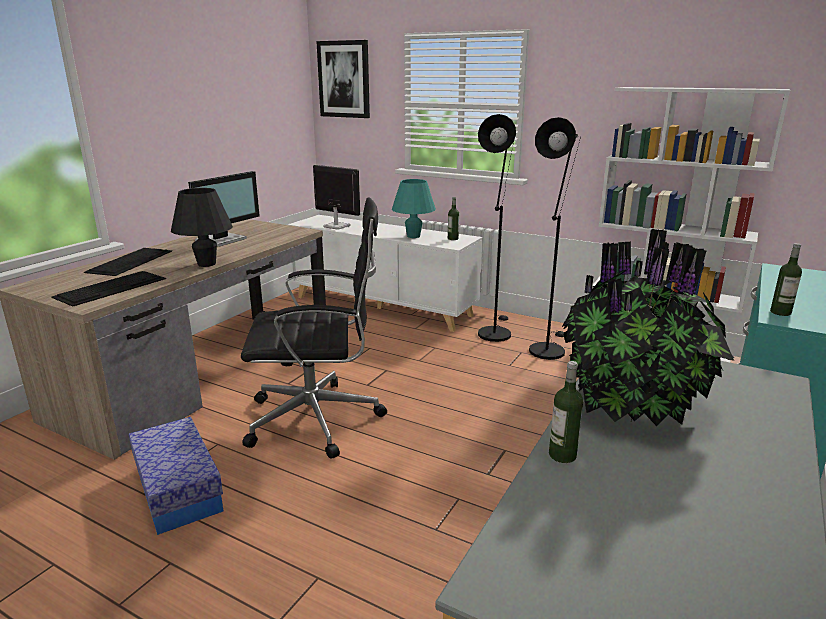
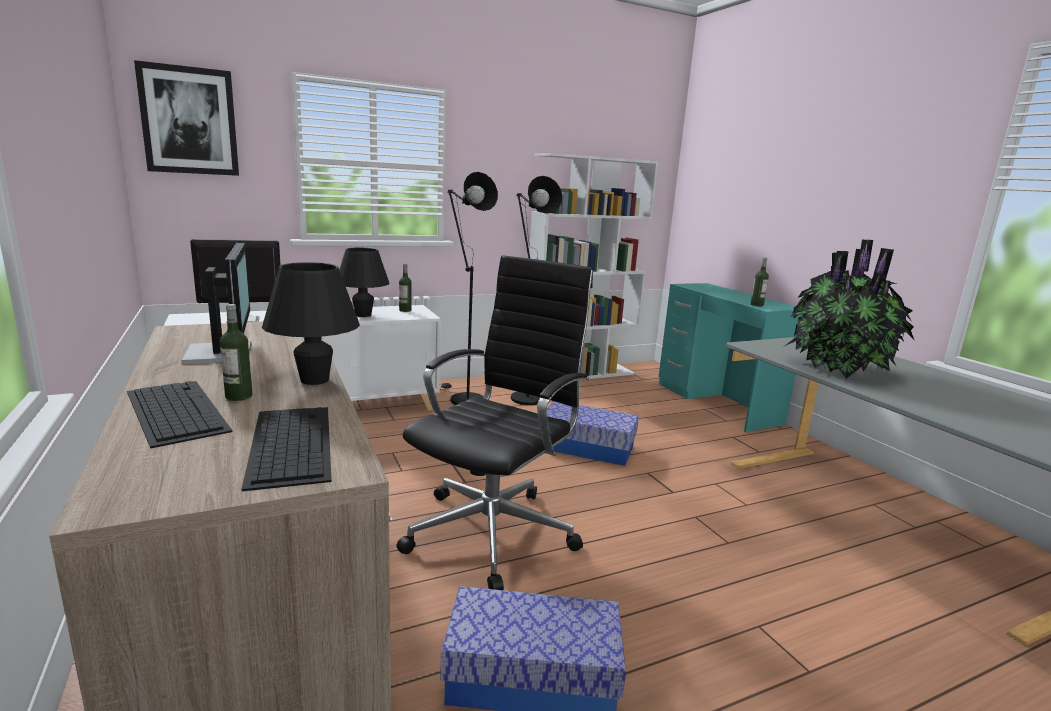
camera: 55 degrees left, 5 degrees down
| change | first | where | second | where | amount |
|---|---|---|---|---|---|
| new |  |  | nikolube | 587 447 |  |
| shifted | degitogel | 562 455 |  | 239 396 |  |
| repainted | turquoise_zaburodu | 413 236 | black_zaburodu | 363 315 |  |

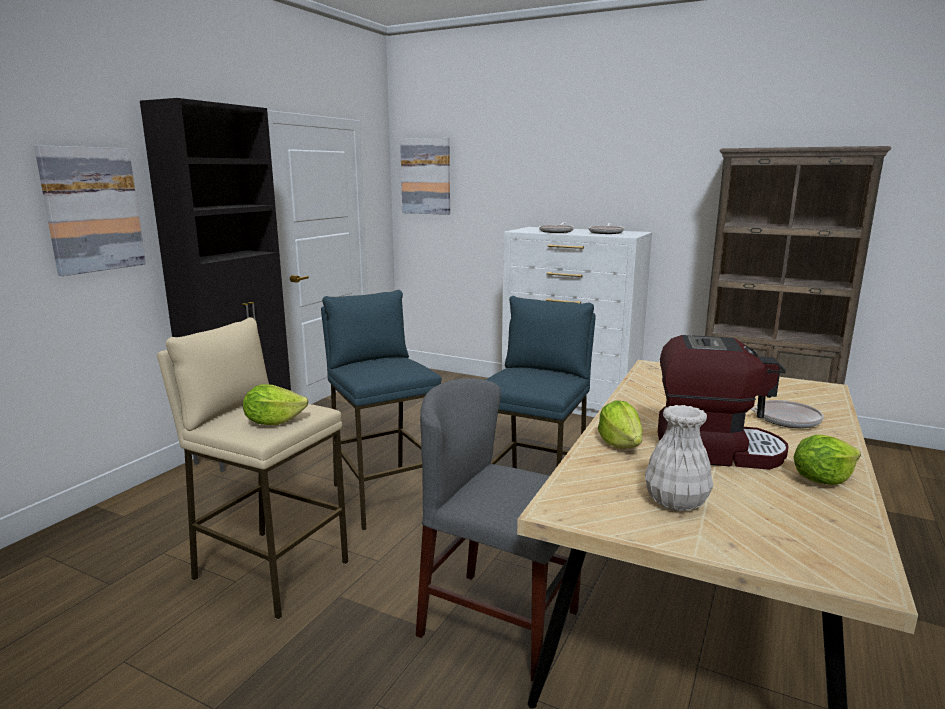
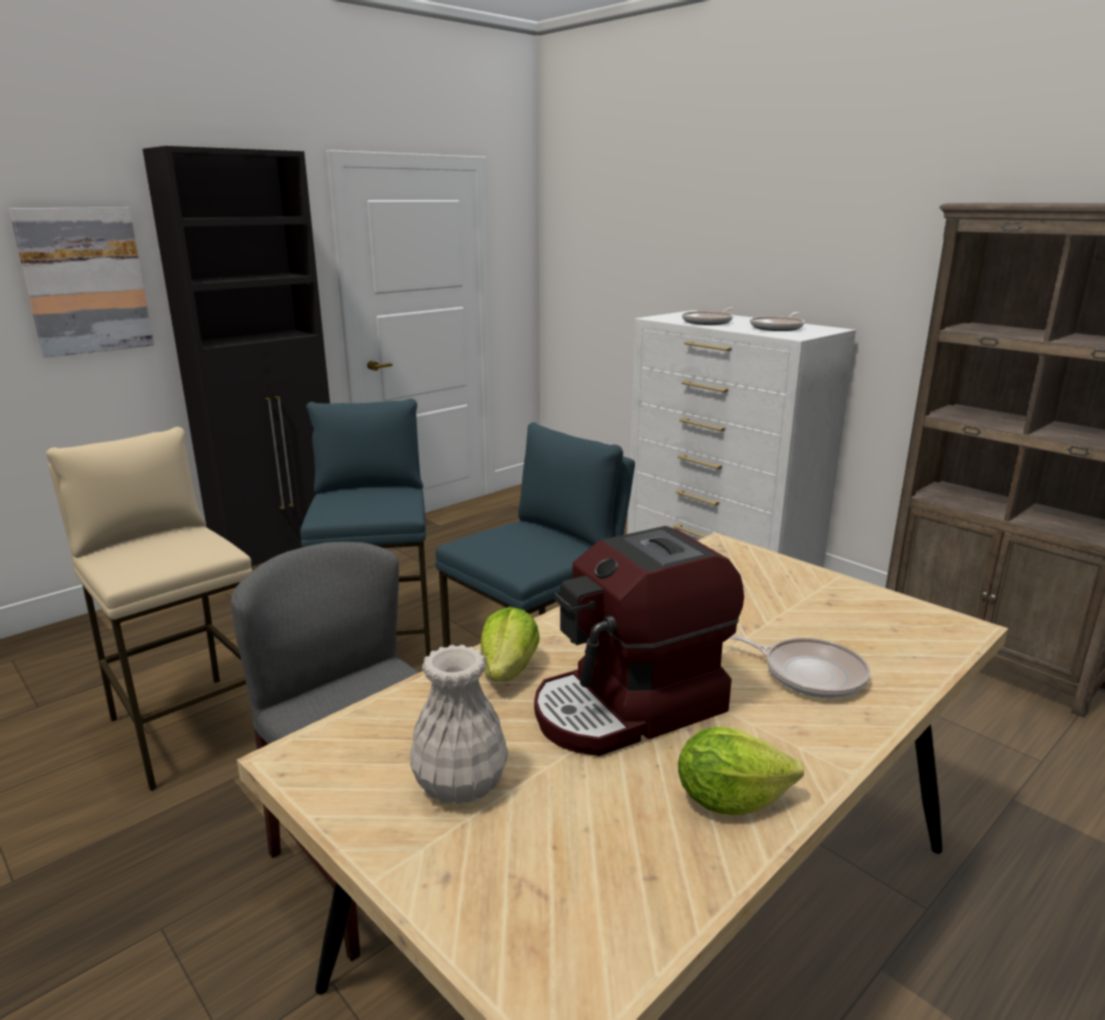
camera: 20 degrees right, 5 degrees up
| change | first | where | second | where | amount |
|---|---|---|---|---|---|
| gone | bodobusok | 273 422 |  |  |  |
| gone | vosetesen | 426 176 |  |  |  |
| rotated | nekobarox | 715 450 |  | 630 708 | 120 degrees clockwise |

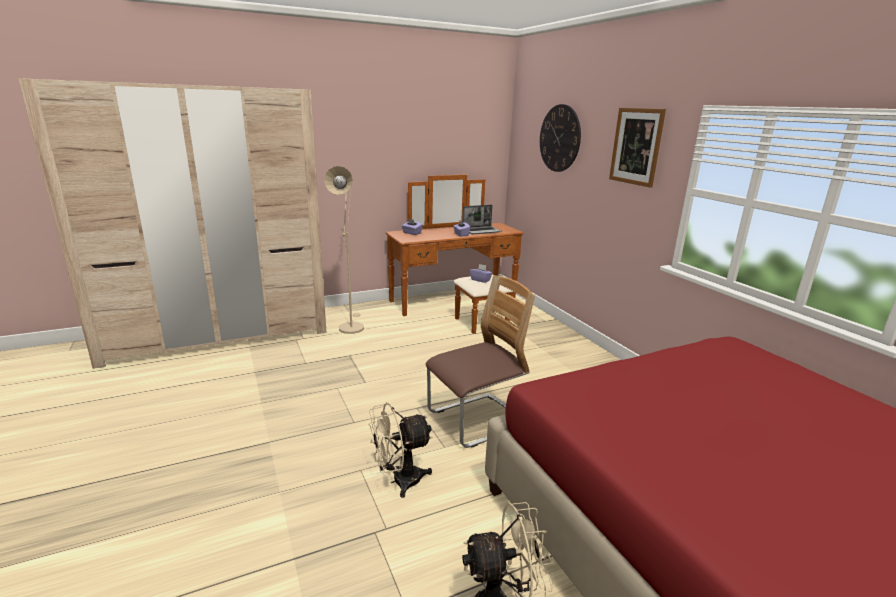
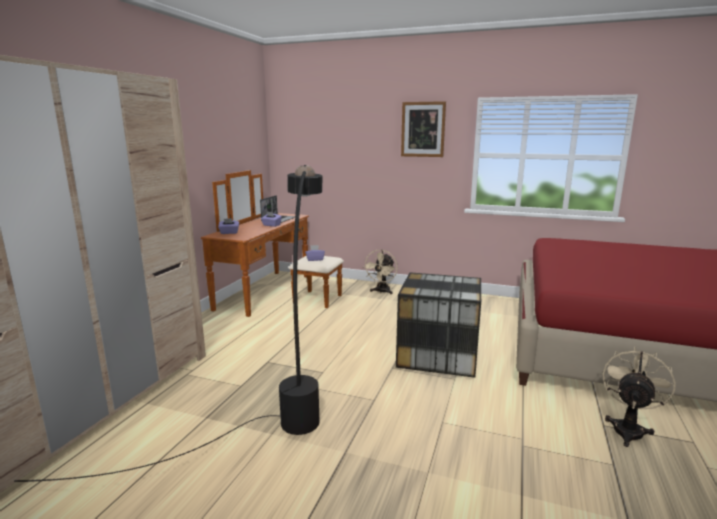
camera: 45 degrees left, 5 degrees down
| change | first | where | second | where | amount |
|---|---|---|---|---|---|
| gone | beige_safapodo | 351 326 |  |  |  |
| gone | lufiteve | 560 138 |  |  |  |
| new |  |  | black_safapodo | 283 397 |  |
| shifted | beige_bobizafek | 399 481 |  | 381 292 |  |
| swapped | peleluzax | 476 421 | nikolube | 439 355 |  |

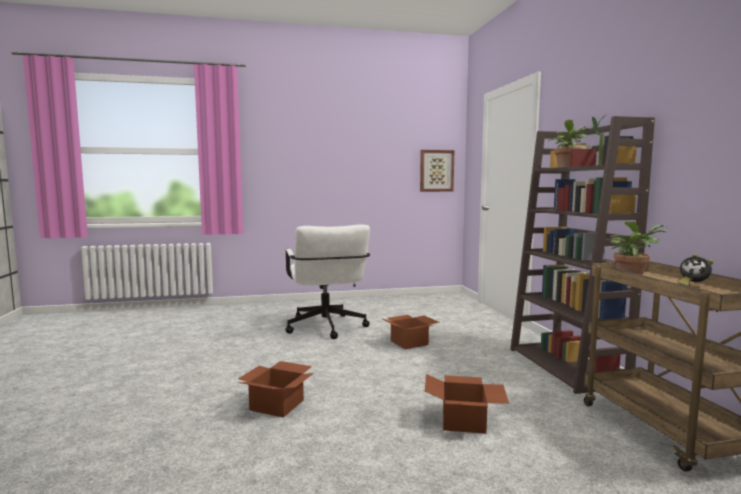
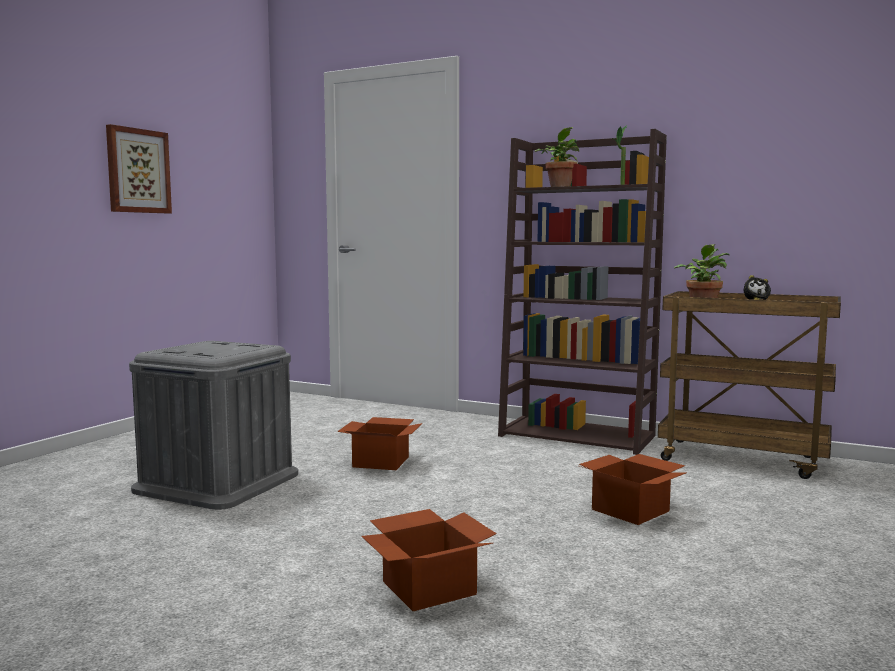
camera: 50 degrees left, 0 degrees up
| change | first | where | second | where | amount |
|---|---|---|---|---|---|
| shifted | vosetesen | 436 171 |  | 137 171 |  |
| swapped | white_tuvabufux | 327 329 | grey_nikolube | 217 482 |  |

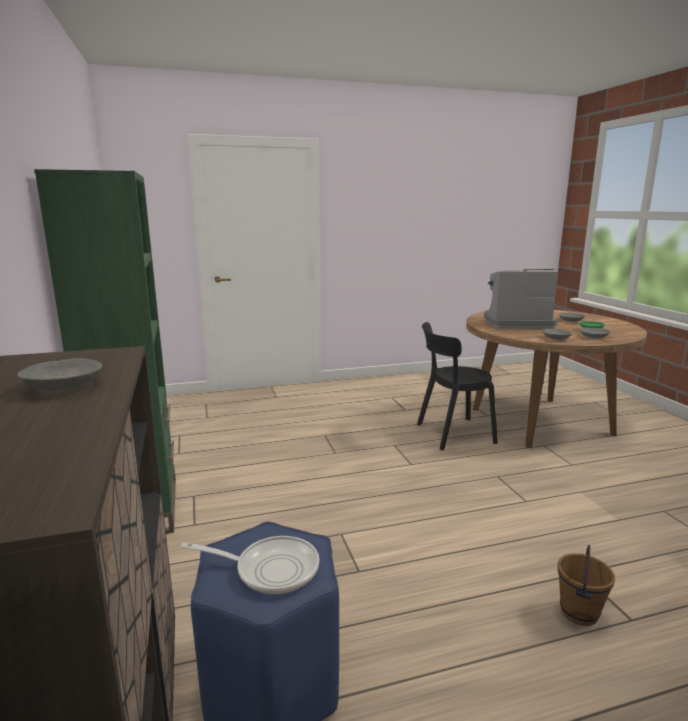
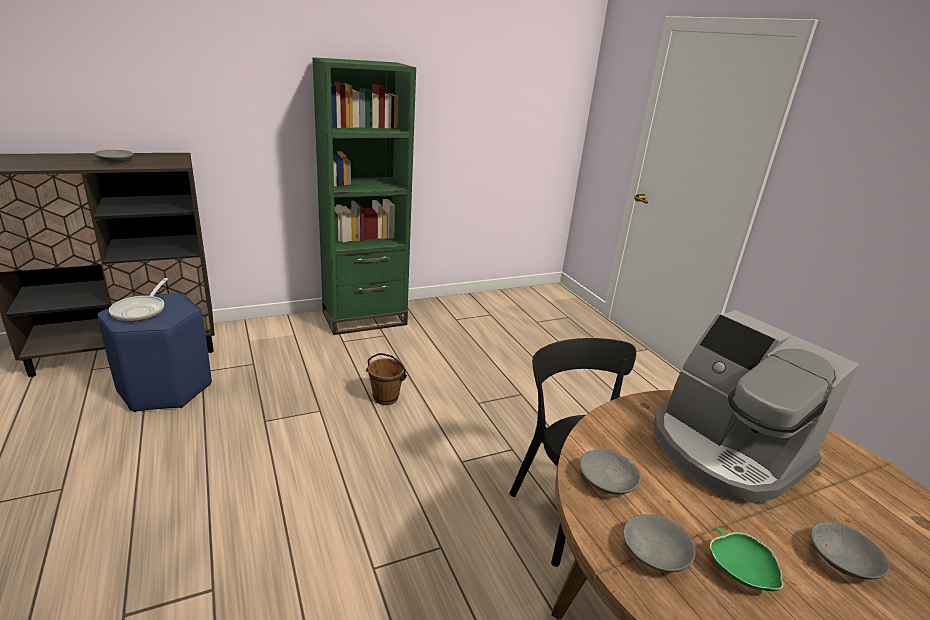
camera: 80 degrees right, 10 degrees up
| change | first | where | second | where | amount |
|---|---|---|---|---|---|
| shifted | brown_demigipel | 579 613 |  | 385 398 |  |
| rotated | nekobarox | 516 323 |  | 725 451 | 150 degrees clockwise |

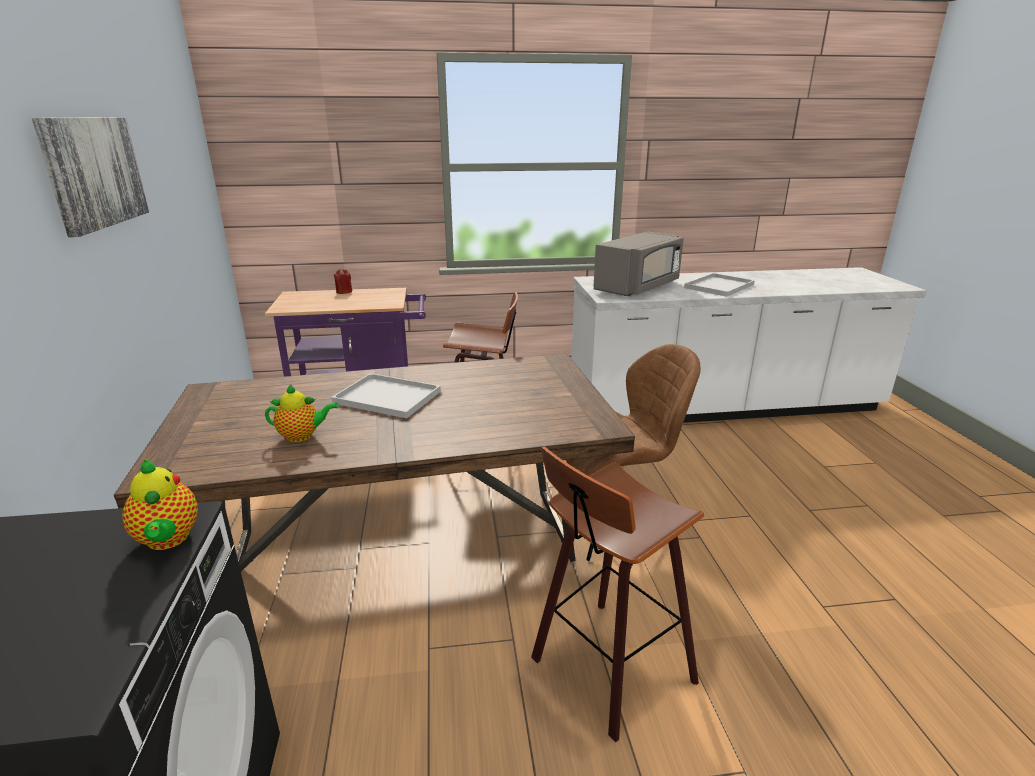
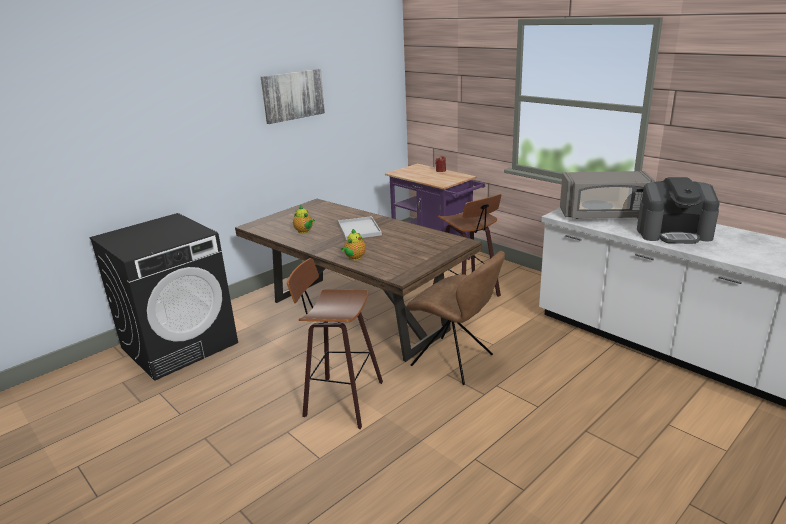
camera: 55 degrees right, 0 degrees up
| change | first | where | second | where | amount |
|---|---|---|---|---|---|
| shifted | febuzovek | 168 540 |  | 354 258 |  |
| swapped | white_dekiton | 719 286 | nekobarox | 673 233 |  |

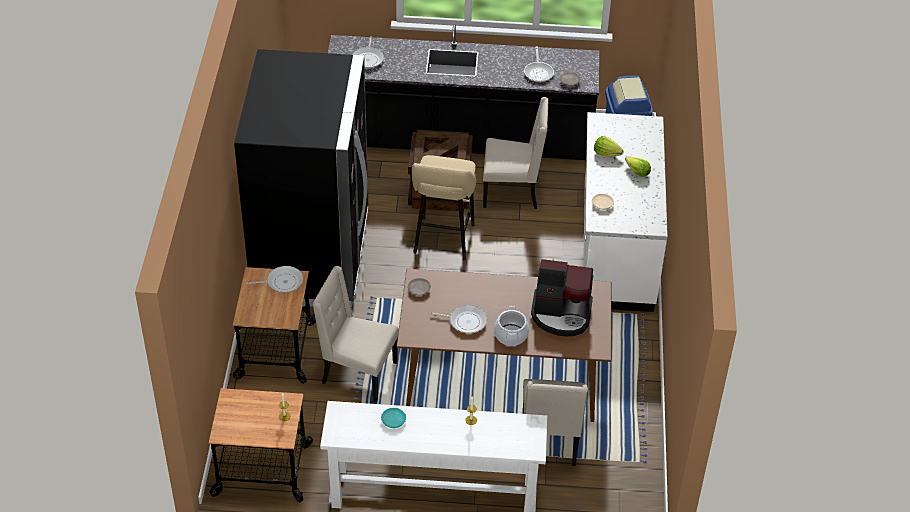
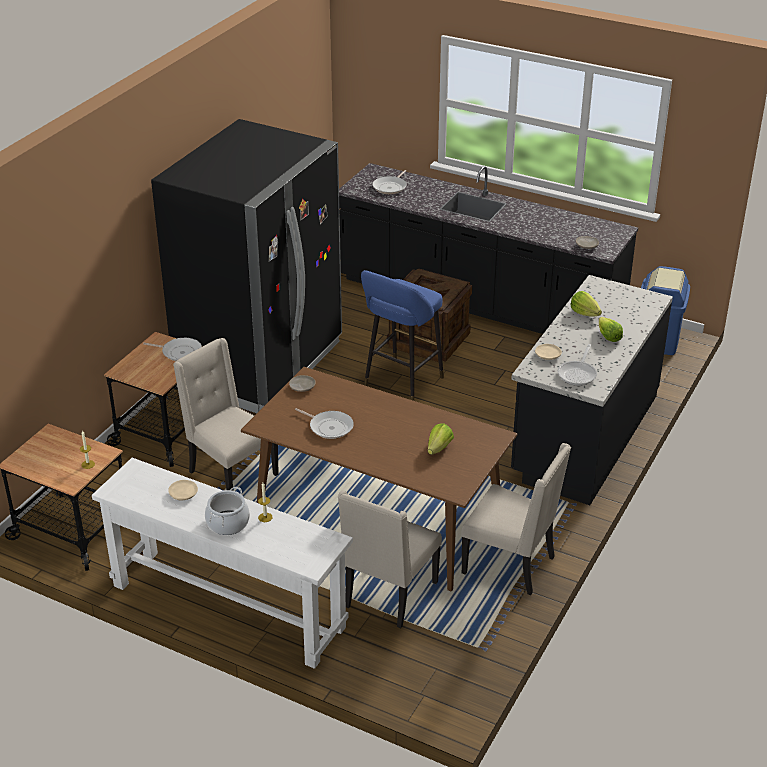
camera: 25 degrees right, 10 degrees down
| change | first | where | second | where | amount |
|---|---|---|---|---|---|
| shifted | beige_peleluzax | 512 192 |  | 511 565 |  |
| shifted | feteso | 511 335 |  | 227 523 |  |
| shifted | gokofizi | 538 72 |  | 578 374 |  |
| swapped | nekobarox | 561 314 | bodobusok | 439 448 |  |
| repainted | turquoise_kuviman | 393 420 | beige_kuviman | 183 494 |  |
| repainted | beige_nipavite | 443 242 | blue_nipavite | 401 384 |  |
| repainted | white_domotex | 615 248 | black_domotex | 584 435 |  |

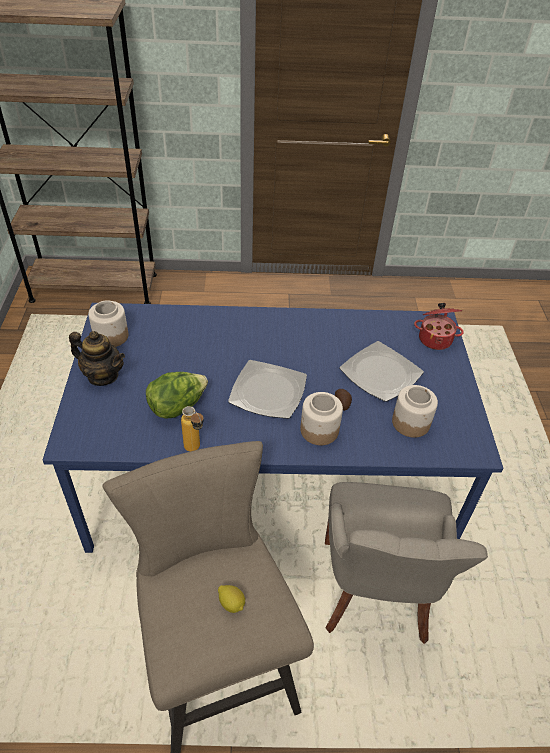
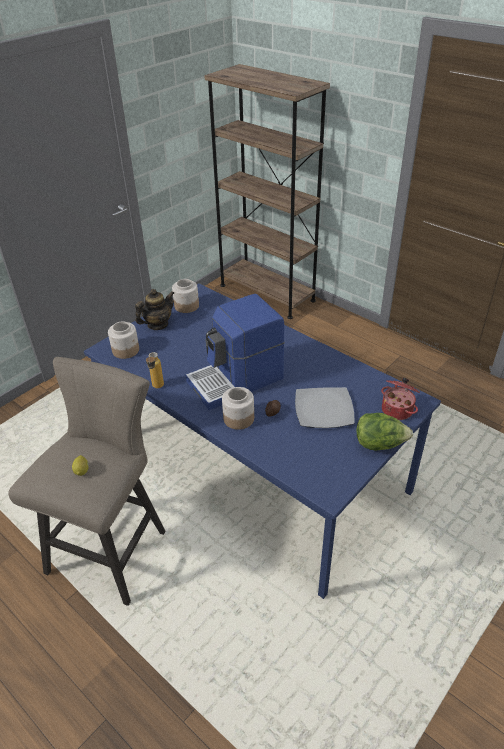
camera: 45 degrees right, 5 degrees down
| change | first | where | second | where | amount |
|---|---|---|---|---|---|
| gone | grey_peleluzax | 375 592 |  |  |  |
| shifted | bodobusok | 177 406 |  | 380 444 |  |
| shifted | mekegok | 411 422 |  | 126 350 |  |
| swapped | kuviman | 269 391 | nekobarox | 236 380 |  |
| rotated | febuzovek | 103 376 |  | 158 325 | 105 degrees counterclockwise |

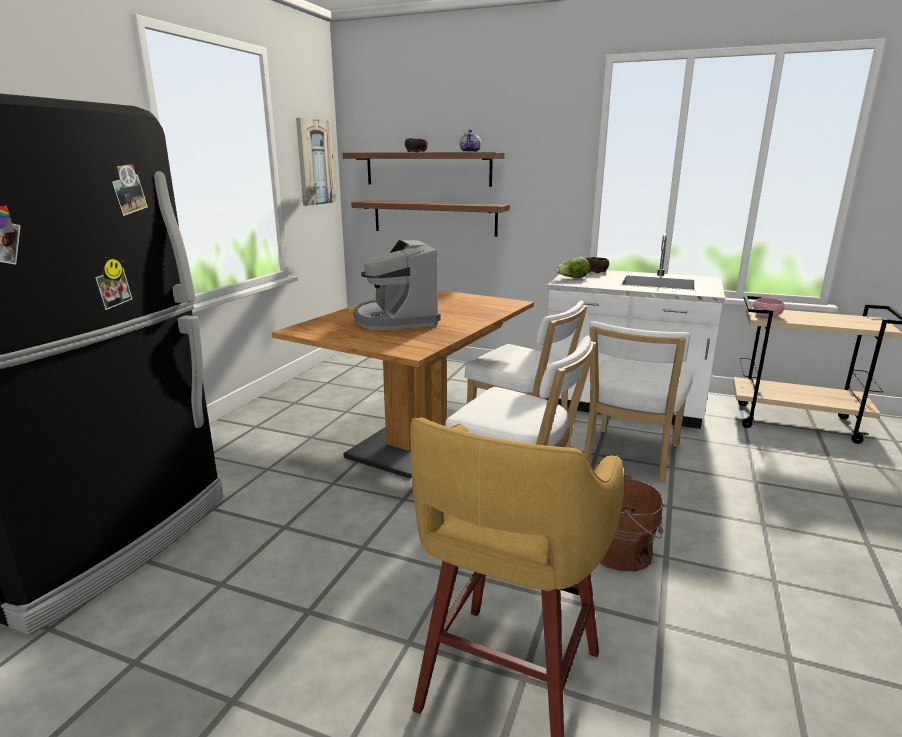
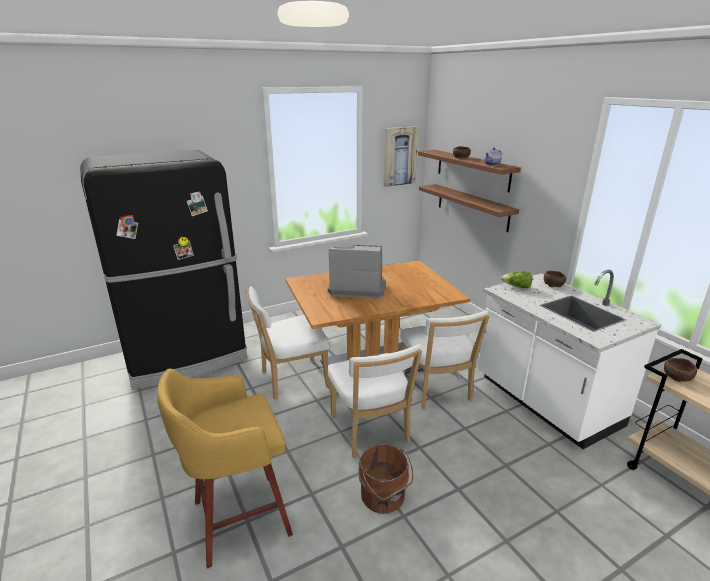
camera: 40 degrees right, 5 degrees up
| change | first | where | second | where | amount |
|---|---|---|---|---|---|
| shifted | white_peleluzax | 629 457 |  | 291 380 |  |
| repainted | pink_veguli | 767 315 | brown_veguli | 677 377 |  |
| rotated | nekobarox | 396 319 |  | 357 288 | 75 degrees clockwise |

